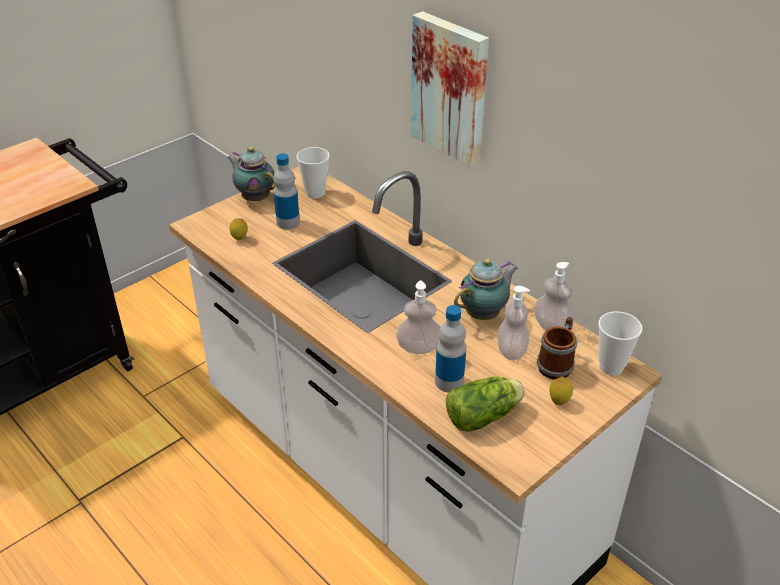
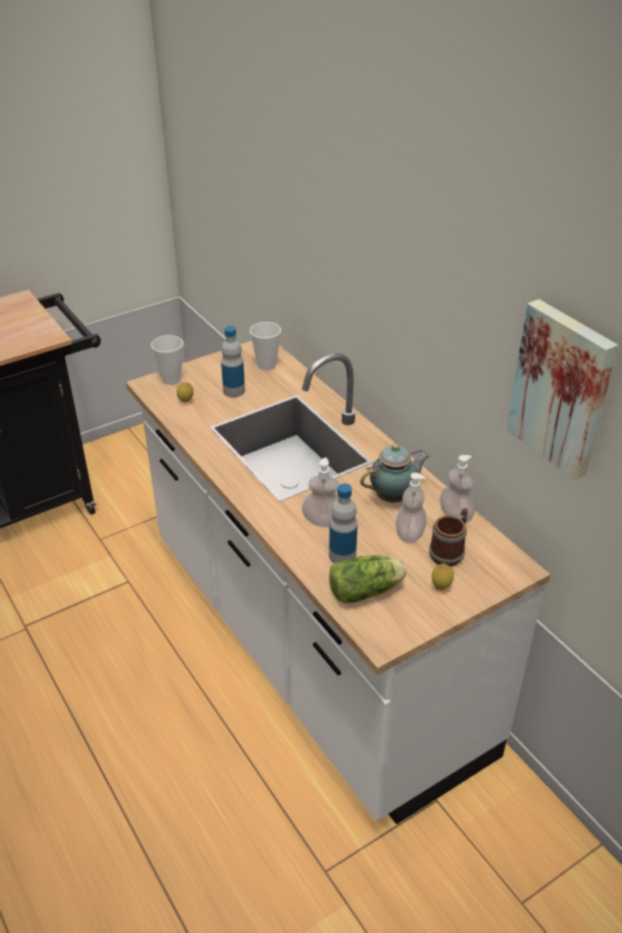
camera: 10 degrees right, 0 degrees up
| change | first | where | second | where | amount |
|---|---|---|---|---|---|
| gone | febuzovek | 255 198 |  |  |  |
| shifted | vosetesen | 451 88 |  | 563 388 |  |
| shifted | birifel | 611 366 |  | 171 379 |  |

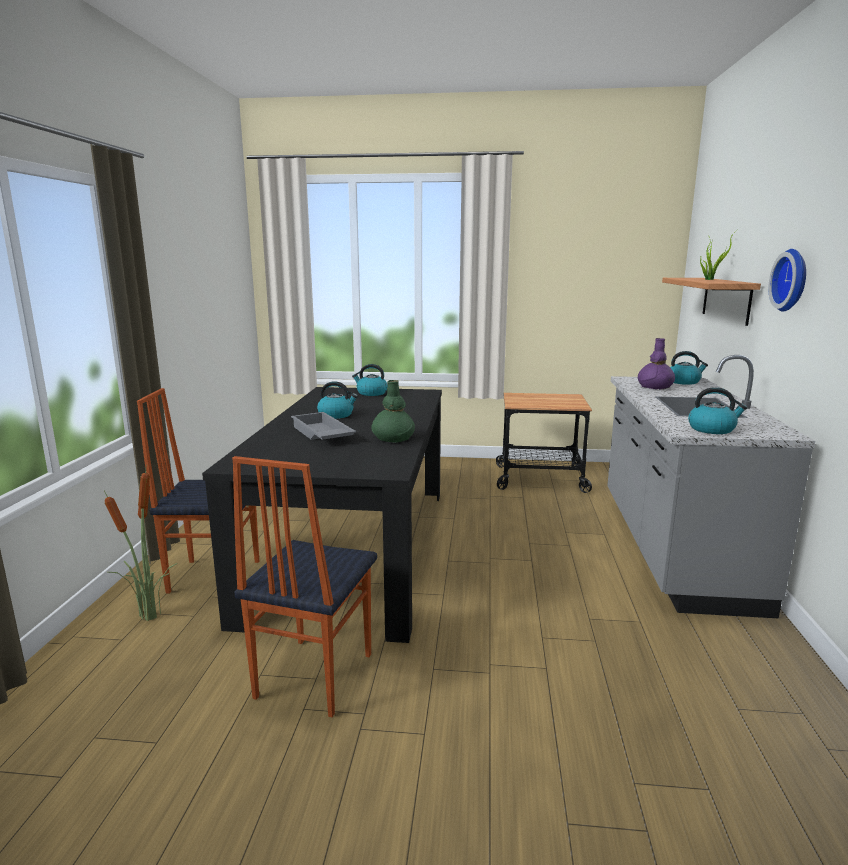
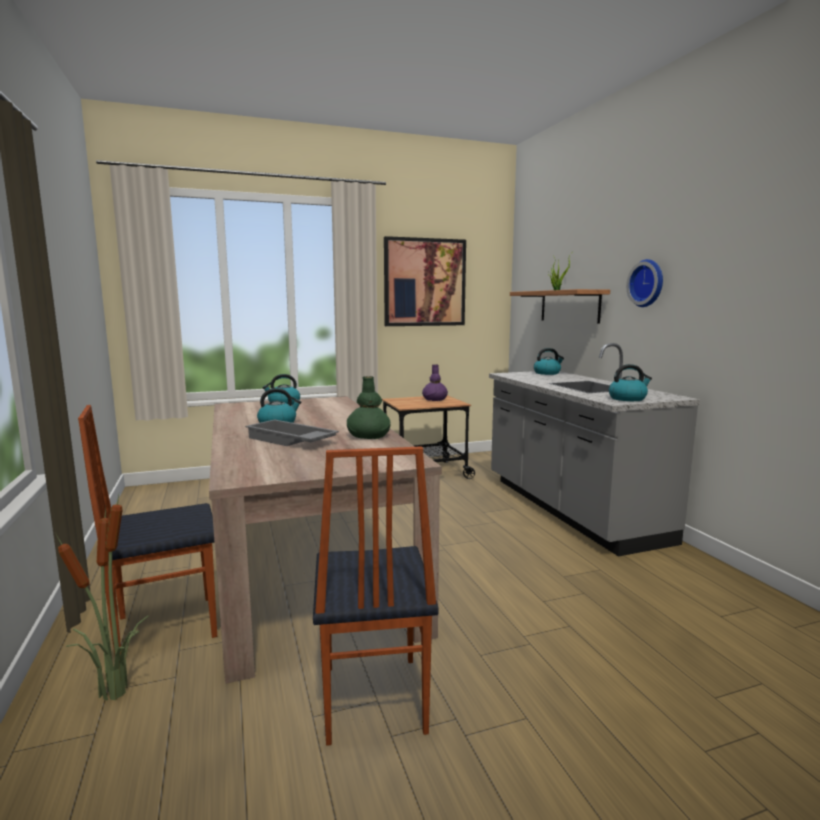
camera: 25 degrees left, 5 degrees down
| change | first | where | second | where | amount |
|---|---|---|---|---|---|
| new |  |  | vosetesen | 424 282 |  |
| shifted | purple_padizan | 655 387 |  | 435 399 |  |
| repainted | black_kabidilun | 354 548 | beige_kabidilun | 306 563 |  |

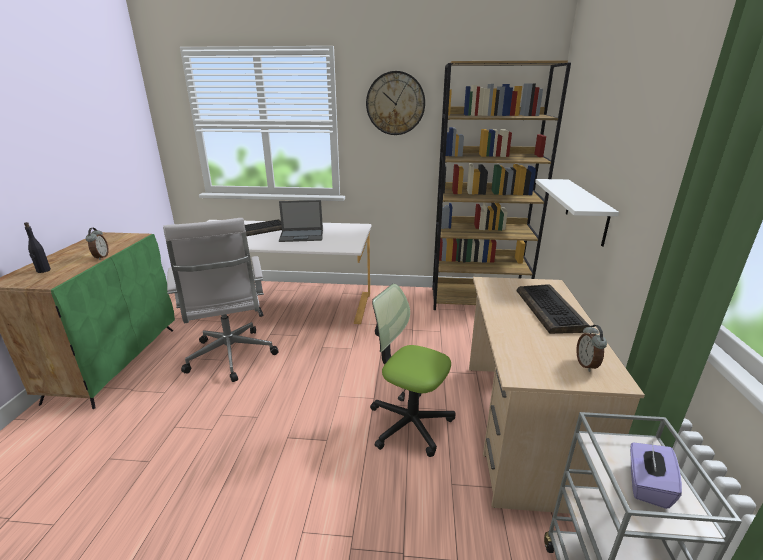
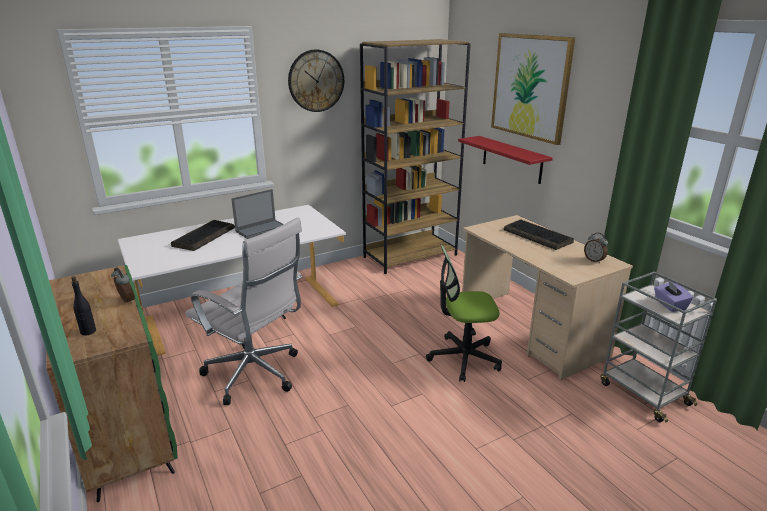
camera: 35 degrees left, 0 degrees up
| change | first | where | second | where | amount |
|---|---|---|---|---|---|
| new |  |  | vosetesen | 530 87 |  |
| repainted | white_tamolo | 586 211 | red_tamolo | 511 159 |  |

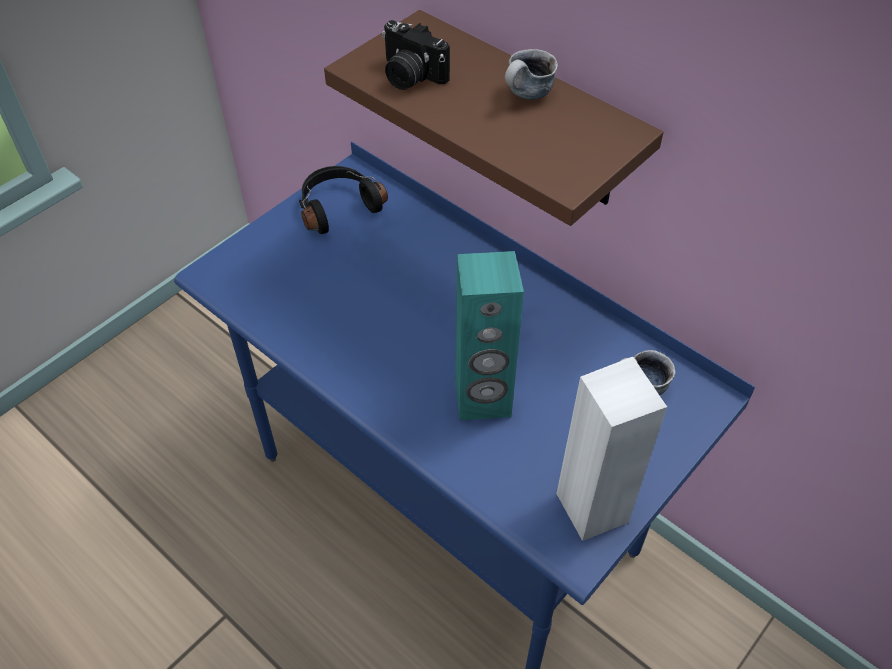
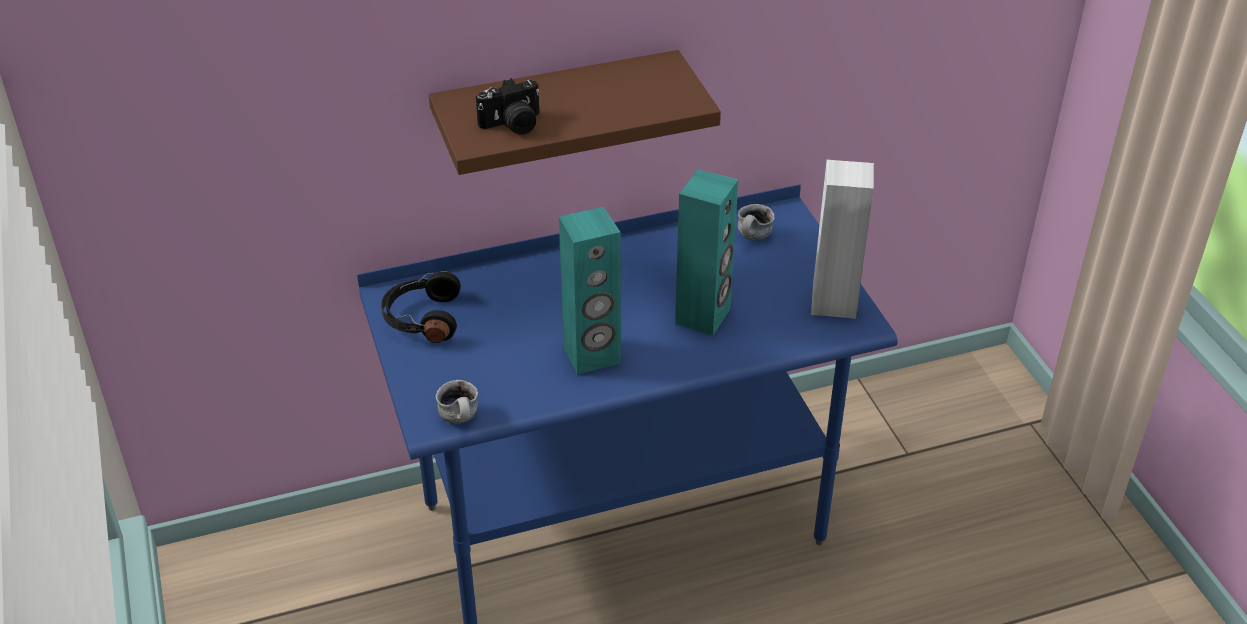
camera: 60 degrees left, 10 degrees down
| change | first | where | second | where | amount |
|---|---|---|---|---|---|
| new |  |  | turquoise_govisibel | 592 356 |  |
| shifted | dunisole | 527 97 |  | 462 419 |  |

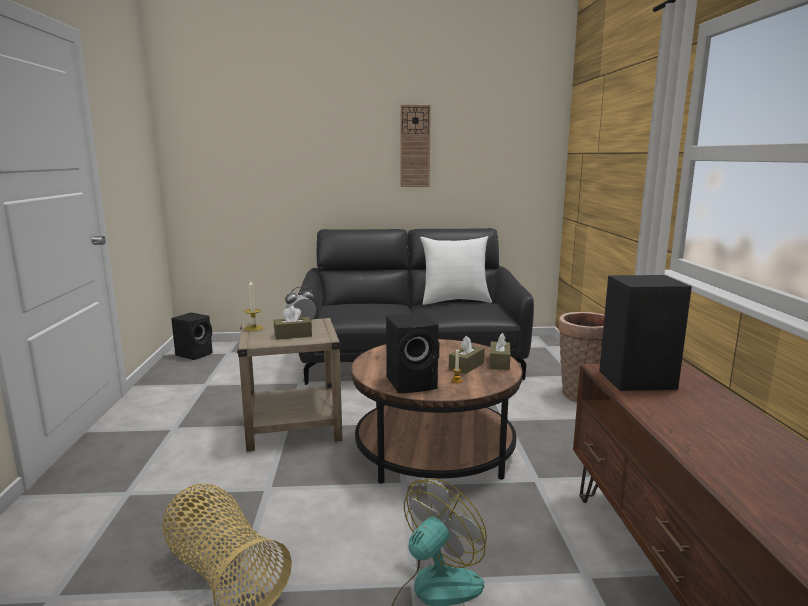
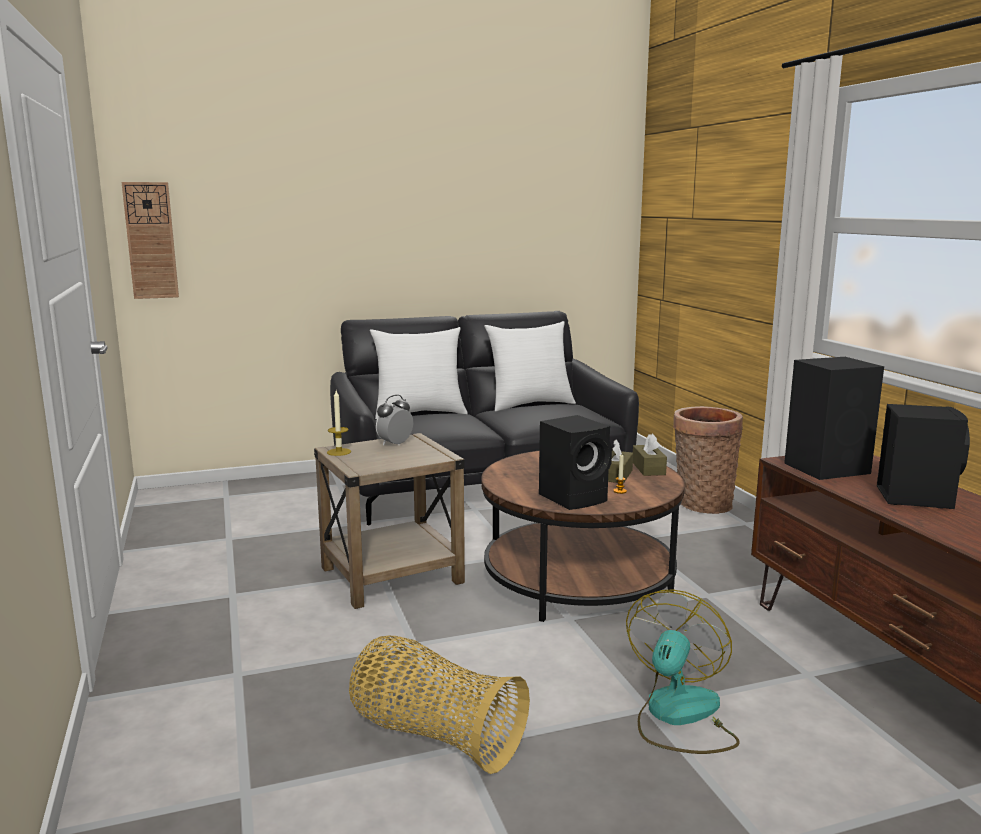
camera: 15 degrees left, 0 degrees up
| change | first | where | second | where | amount |
|---|---|---|---|---|---|
| gone | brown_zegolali | 293 335 |  |  |  |
| new |  |  | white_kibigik | 419 413 |  |
| shifted | black_govisibel | 195 354 |  | 914 497 |  |
| shifted | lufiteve | 415 146 |  | 151 240 |  |

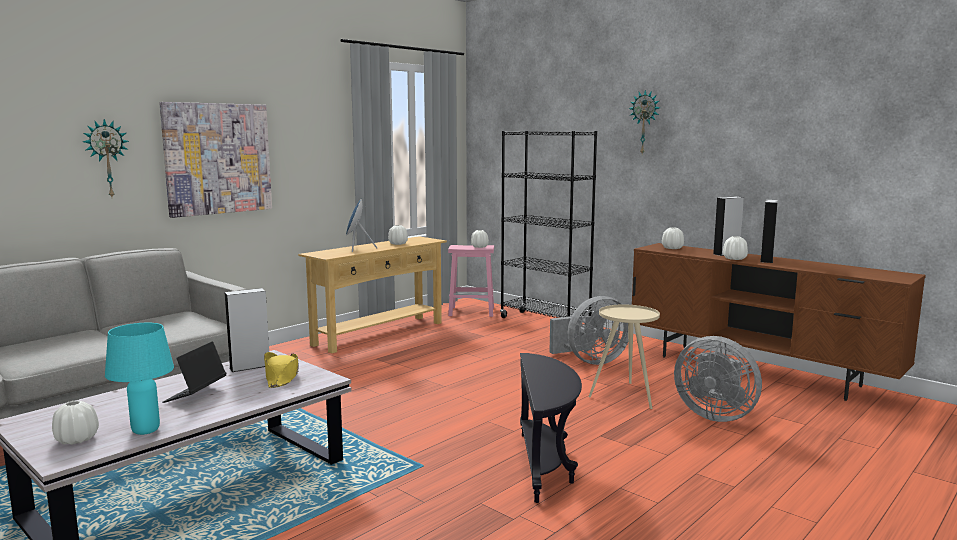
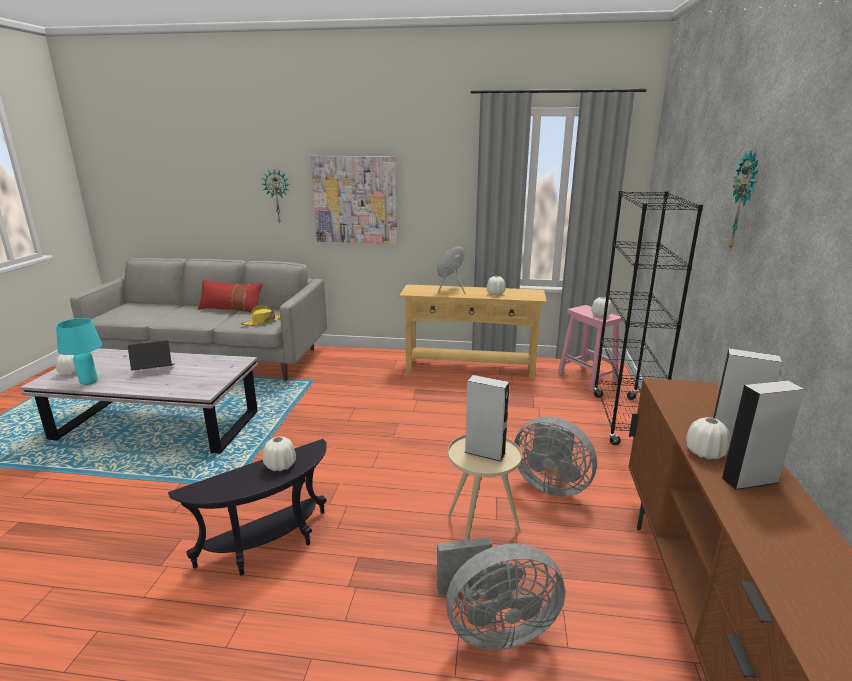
camera: 55 degrees right, 10 degrees up
| change | first | where | second | where | amount |
|---|---|---|---|---|---|
| new |  |  | red_kibigik | 231 309 |  |
| shifted | grey_govisibel | 250 366 |  | 485 453 |  |
| shifted | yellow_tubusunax | 282 377 |  | 263 321 |  |
| shifted | white_padizan | 672 248 |  | 280 465 |  |
| rotated | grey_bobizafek | 715 415 |  | 493 629 | 105 degrees counterclockwise |

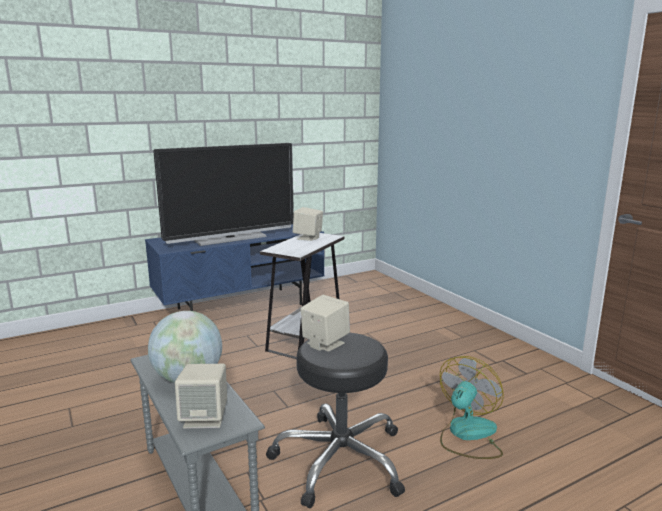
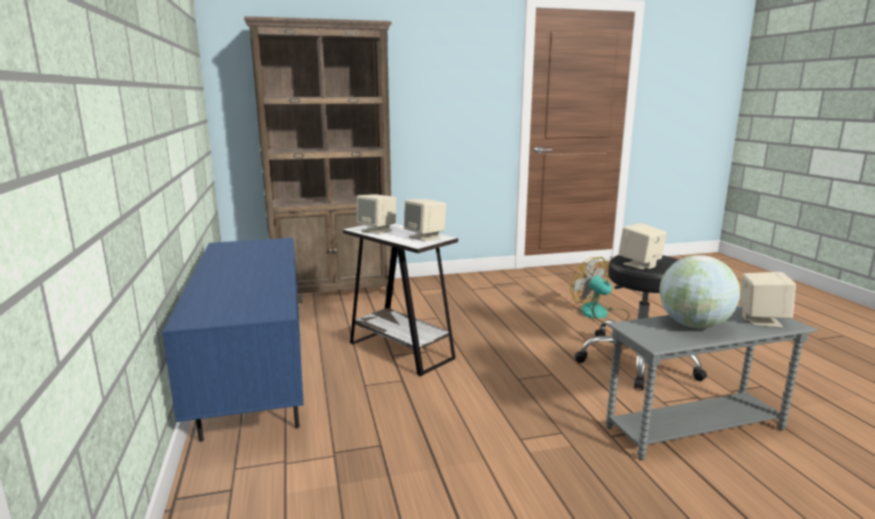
camera: 75 degrees left, 0 degrees up
| change | first | where | second | where | amount |
|---|---|---|---|---|---|
| gone | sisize | 230 238 |  |  |  |
| new |  |  | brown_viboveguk | 334 292 |  |
| new |  |  | beige_govisibel | 425 237 |  |

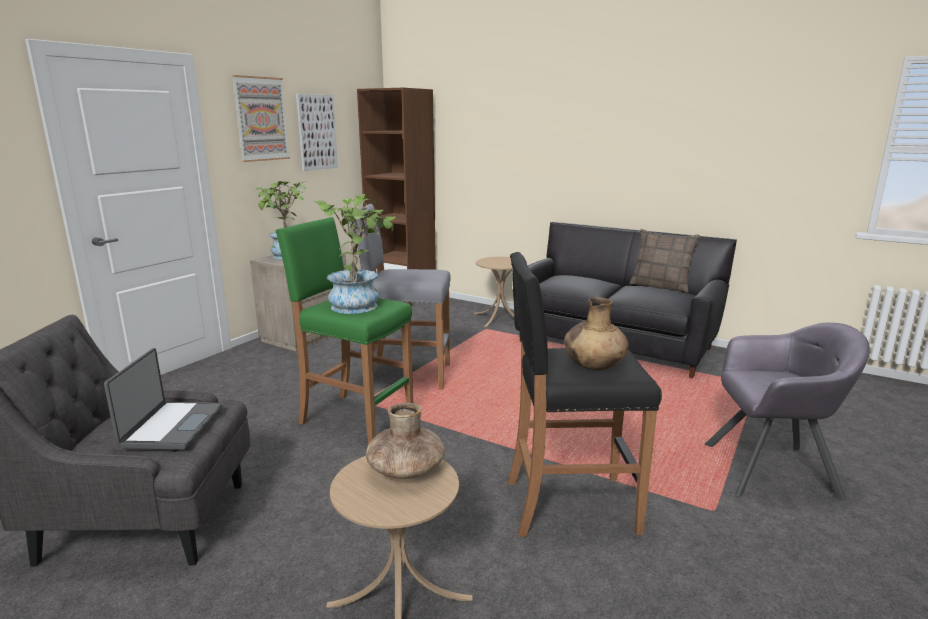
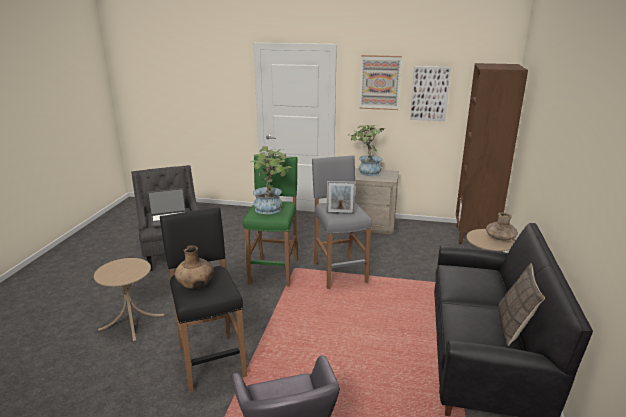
camera: 70 degrees right, 5 degrees up
| change | first | where | second | where | amount |
|---|---|---|---|---|---|
| new |  |  | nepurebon | 340 213 |  |
| shifted | brown_padizan | 406 470 |  | 500 238 |  |

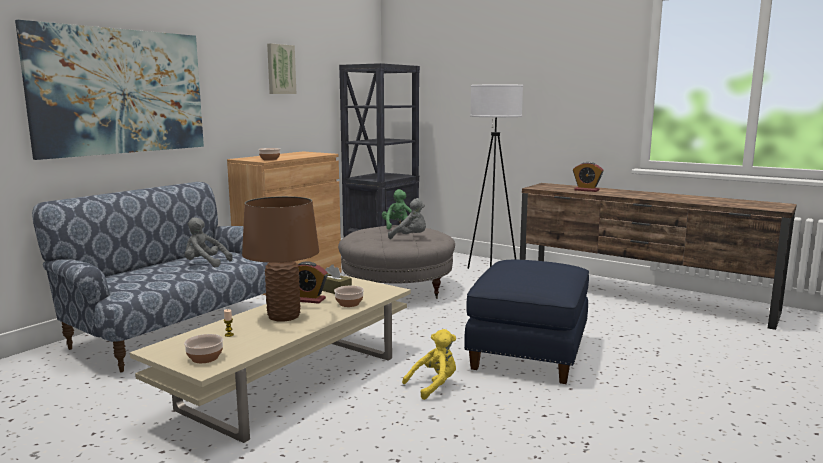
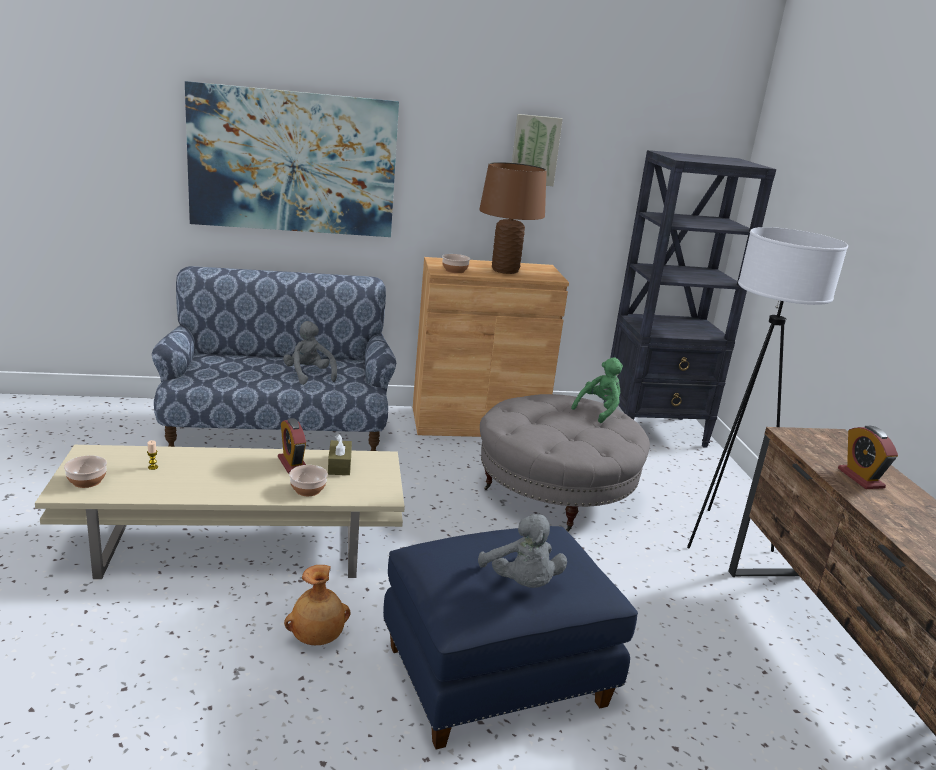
camera: 45 degrees right, 10 degrees up
| change | first | where | second | where | amount |
|---|---|---|---|---|---|
| shifted | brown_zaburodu | 284 316 |  | 505 270 |  |
| shifted | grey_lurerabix | 410 237 |  | 521 583 |  |
| swapped | yellow_lurerabix | 434 385 | brown_padizan | 317 638 |  |

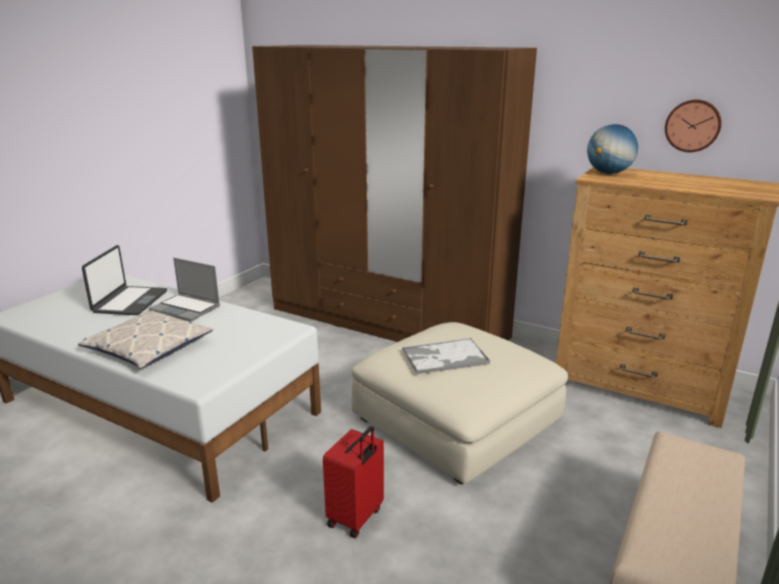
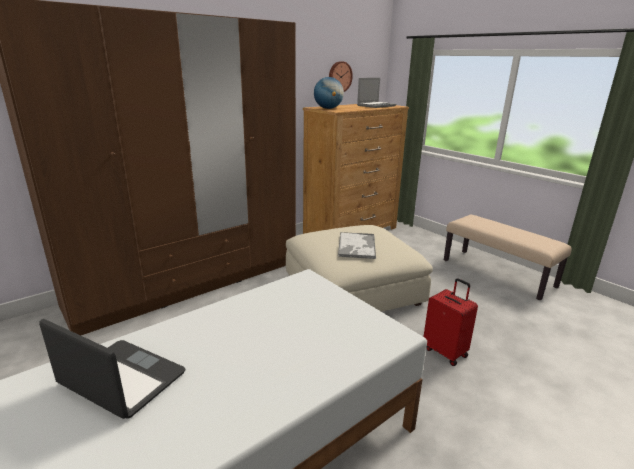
camera: 70 degrees left, 0 degrees up
| change | first | where | second | where | amount |
|---|---|---|---|---|---|
| gone | kibigik | 148 347 |  |  |  |
| shifted | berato | 186 309 |  | 376 106 |  |

